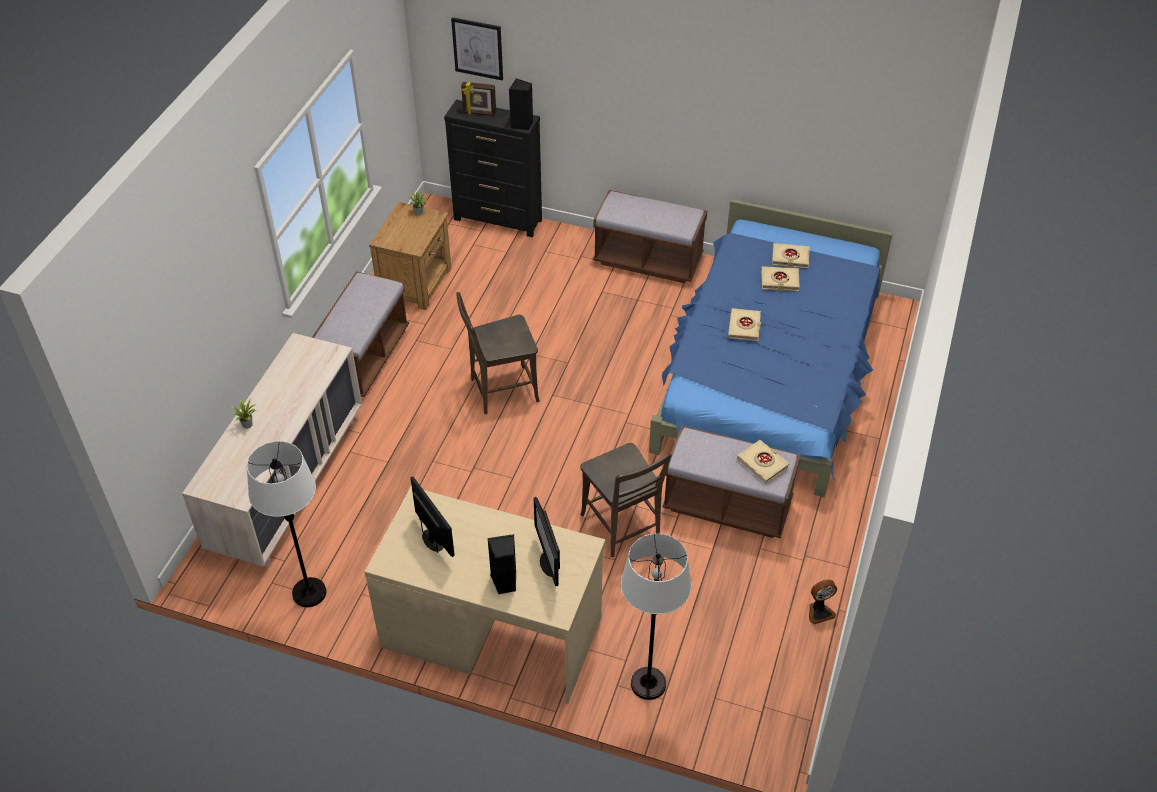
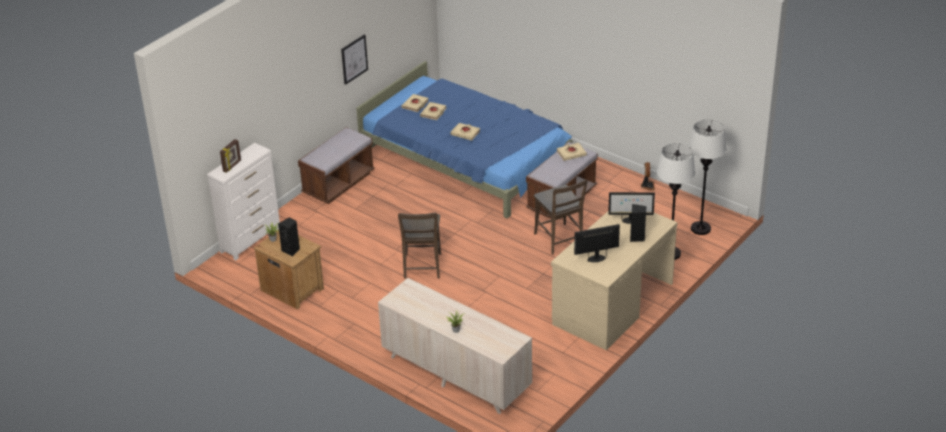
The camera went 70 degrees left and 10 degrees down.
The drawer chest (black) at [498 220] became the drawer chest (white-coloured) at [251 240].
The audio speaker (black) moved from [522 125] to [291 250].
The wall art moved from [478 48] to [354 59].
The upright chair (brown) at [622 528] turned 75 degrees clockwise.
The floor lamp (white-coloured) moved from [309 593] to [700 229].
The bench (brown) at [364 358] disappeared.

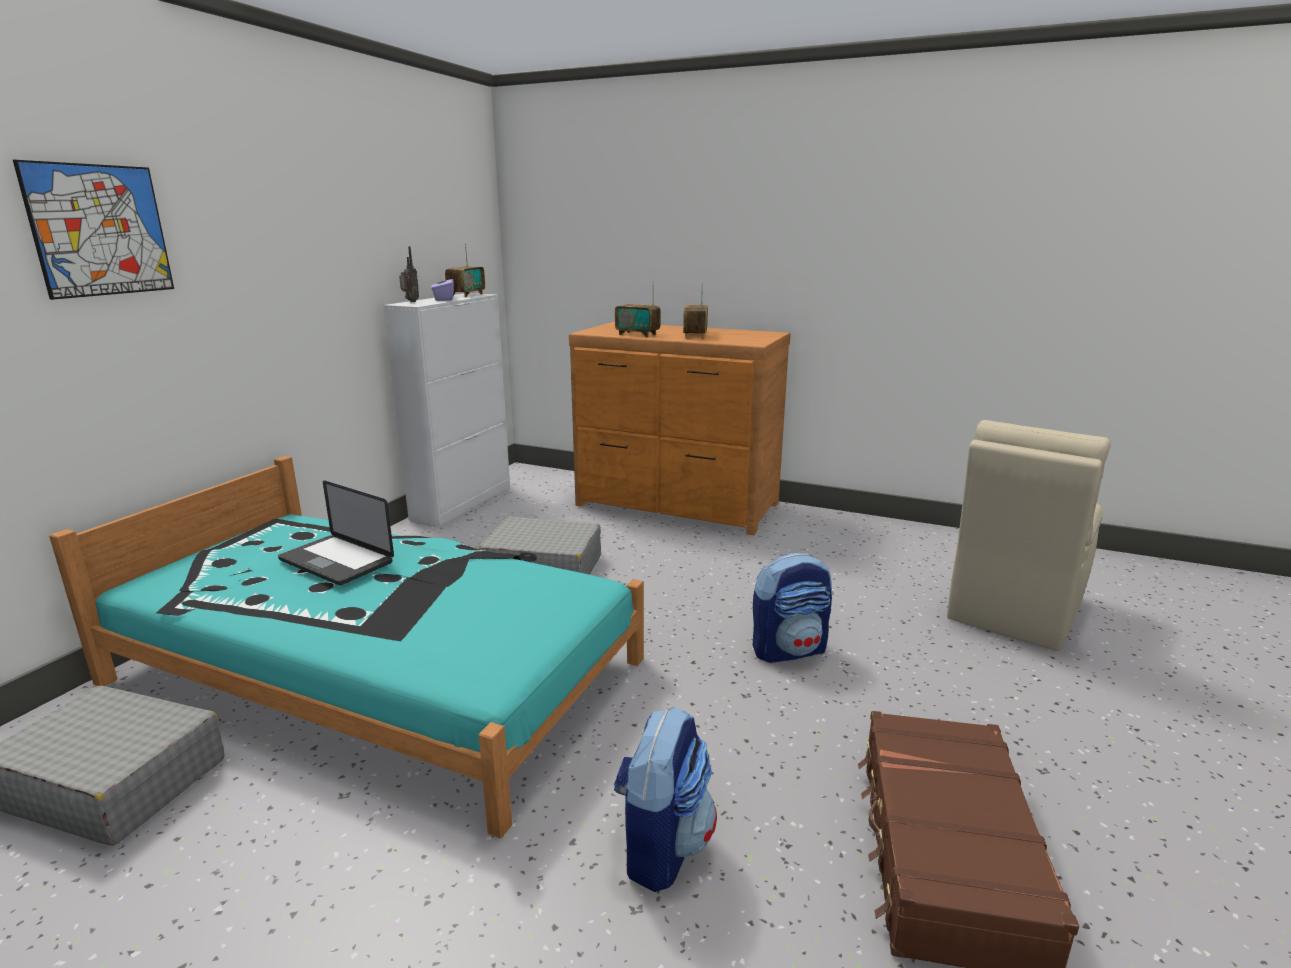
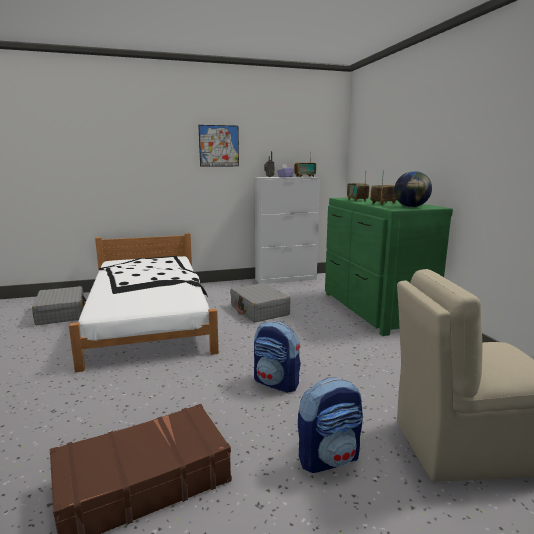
The camera went 50 degrees right and 5 degrees down.
The bed (turquoise-coloured) at [376 671] became the bed (white-coloured) at [149 317].
The wall art moved from [100 230] to [219 146].
The backpack moved from [661 846] to [329 458].
The drawer chest (brown) at [676 505] became the drawer chest (greenish) at [373 310].
The world globe at [411 207] appeared.
The laptop at [336 561] disappeared.

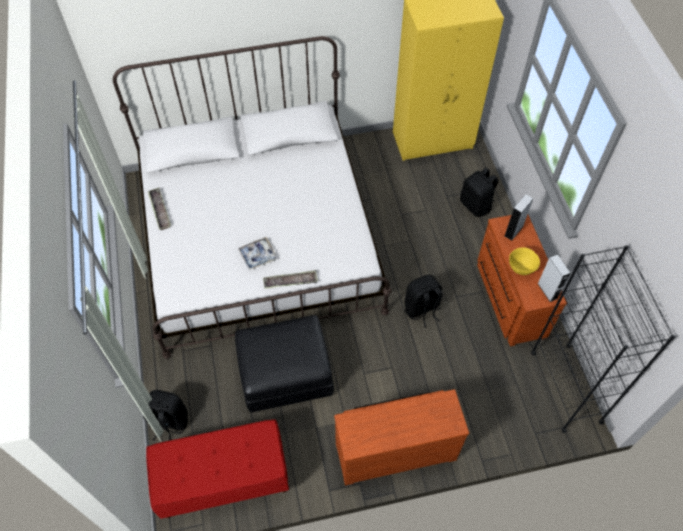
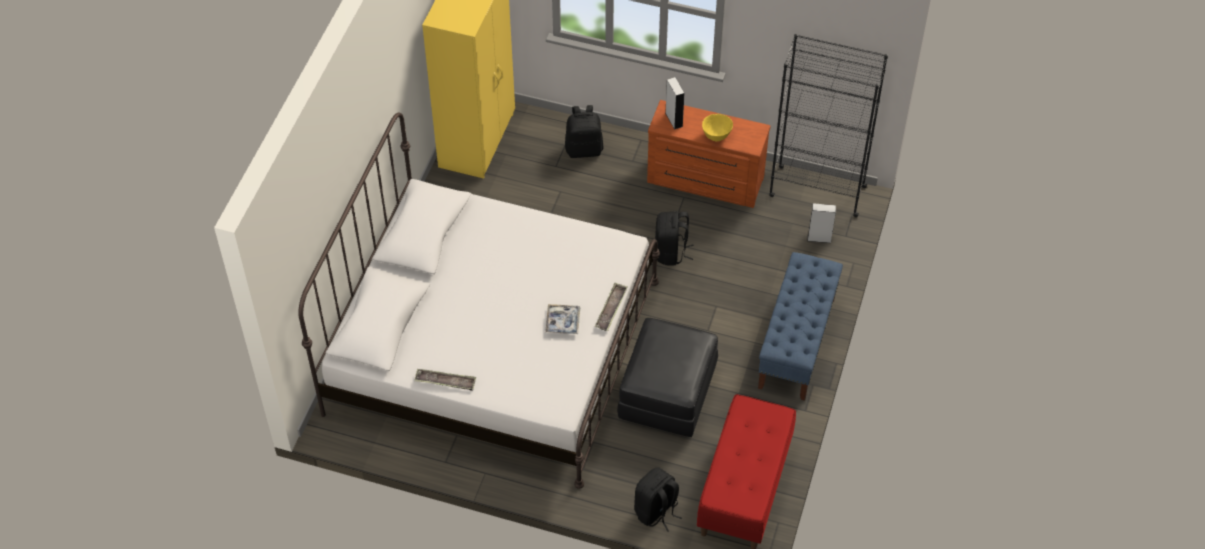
The camera went 60 degrees left and 5 degrees down.
The drawer chest (brown) at [394 449] was replaced by the bench (blue-coloured) at [796 343].
The audio speaker (gray) moved from [547 291] to [819 238].

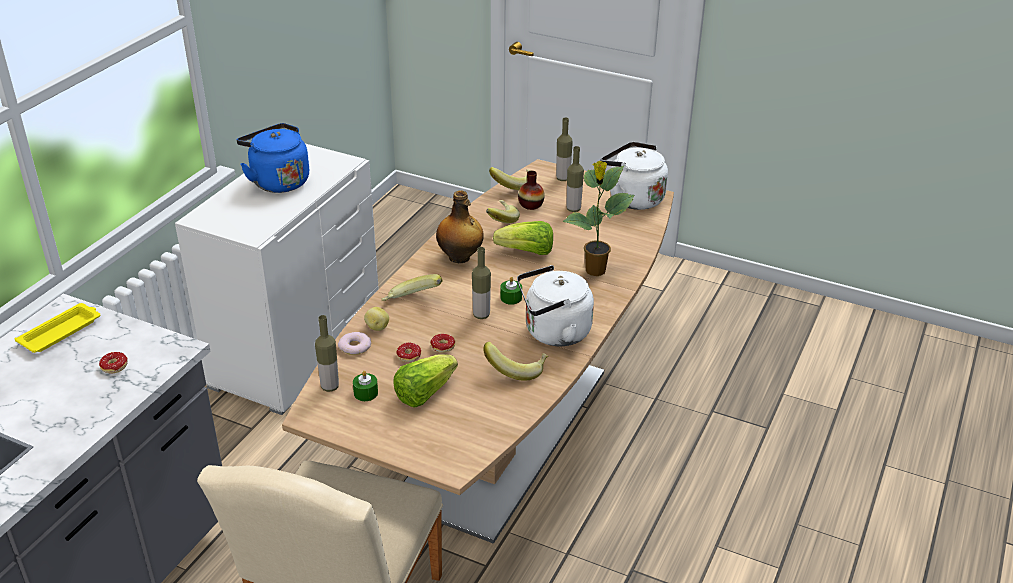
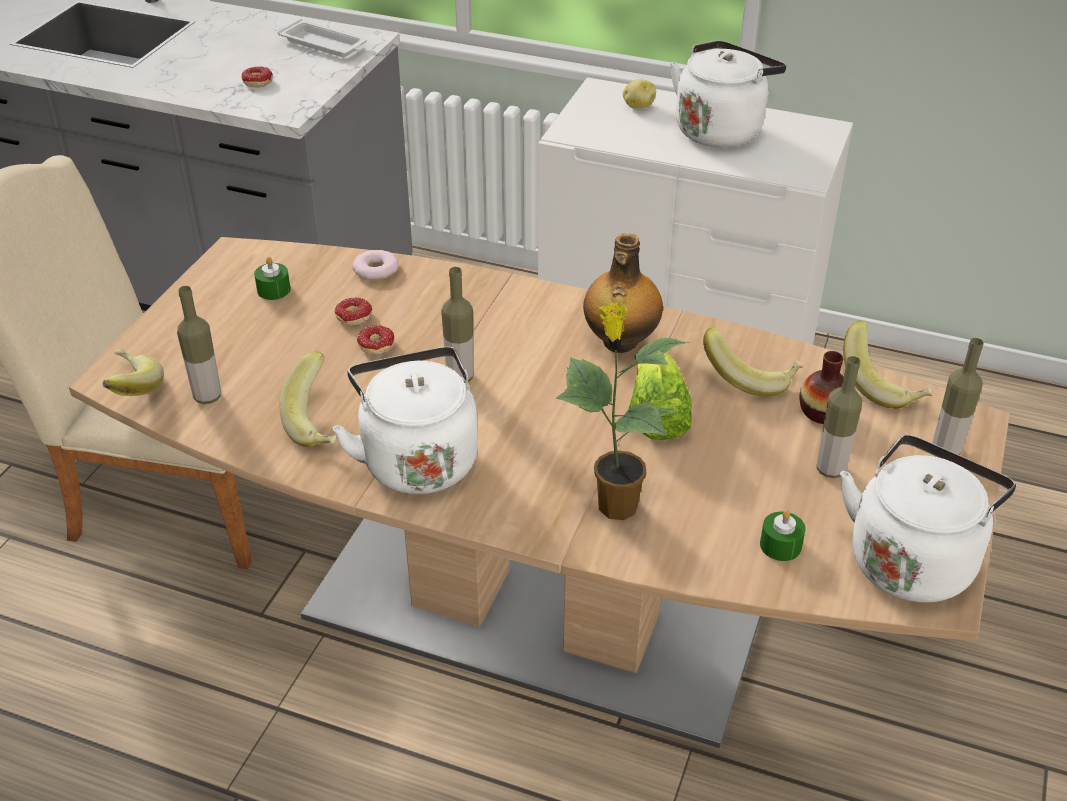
The camera went 85 degrees right and 5 degrees up.
The whole banana moved from [412 302] to [129 390].
The drink bottle moved from [330 387] to [207 397].
The serving tray (yellowish) at [61 332] became the serving tray (white-coloured) at [324 44].
The whole potato moved from [377 327] to [638 106].
The kettle (blue-coloured) at [278 181] became the kettle (white-coloured) at [720 129].
The wax candle (greenish) moved from [511 298] to [780 545].
The lettuce head at [424 393] disappeared.

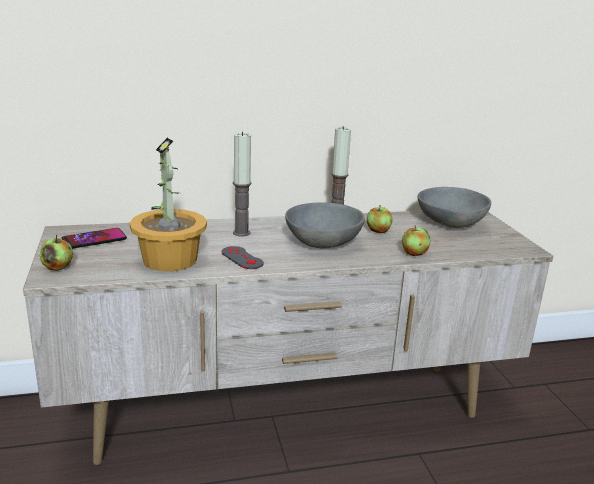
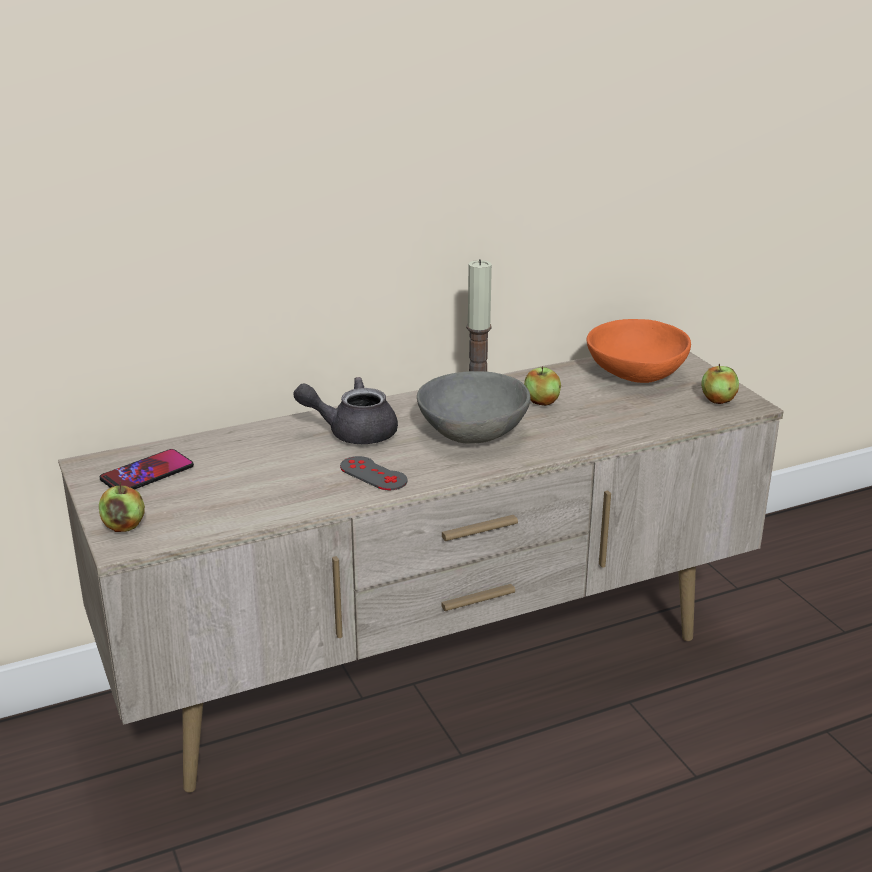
The camera went 10 degrees left and 5 degrees up.
The wax candle at [241 233] was replaced by the pot for tea (gray) at [353 432].
The deep dish (gray) at [449 222] became the deep dish (orange-coloured) at [634 373].
The whole apple moved from [414 253] to [718 400].
The potted plant at [171 260] disappeared.

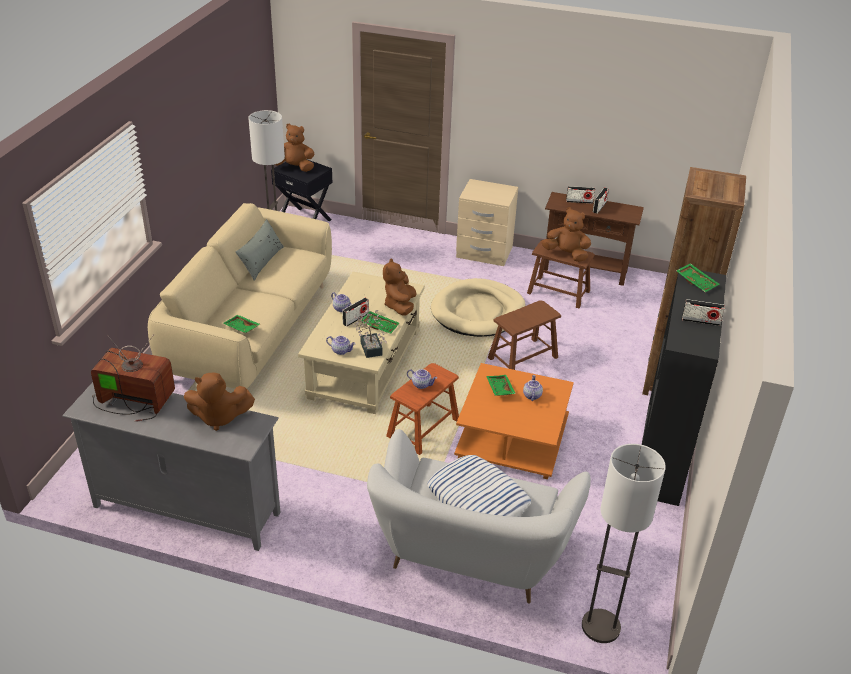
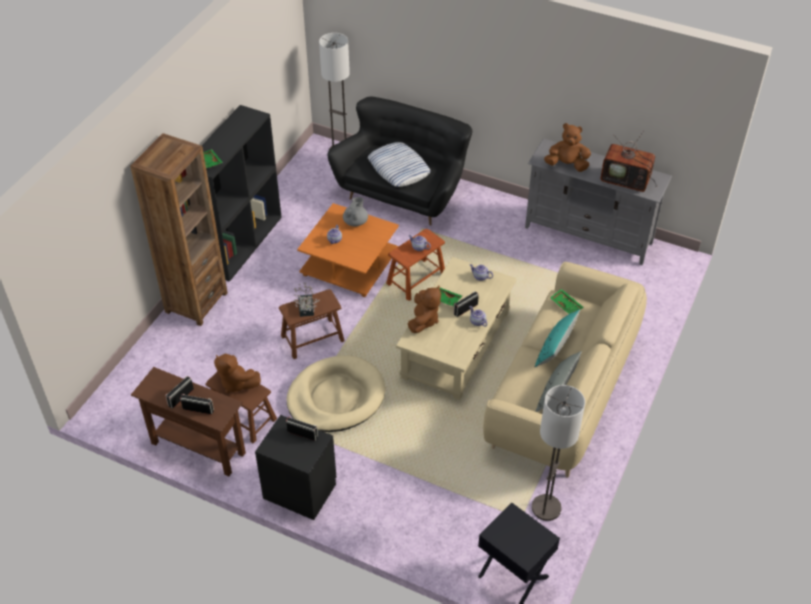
The camera went 170 degrees left and 10 degrees up.
The nightstand (beige) at [484 252] became the nightstand (black) at [300 490].
The radio set moved from [700 321] to [302 434].
The potted plant moved from [371 346] to [306 310].
The couch (white-coloured) at [470 555] became the couch (black) at [403 192].
The pot for tea (gray) at [355 222] appeared.
The throw pillow (turquoise-coloured) at [555 348] appeared.
The cuddly toy (brown) at [294 167] disappeared.
The serving tray (greenish) at [499 389] disappeared.

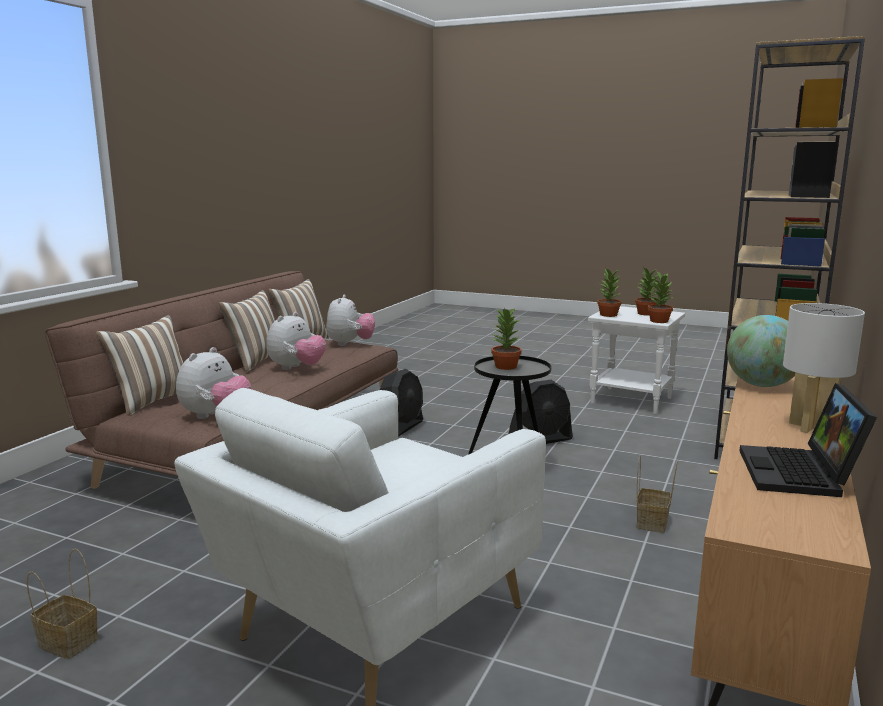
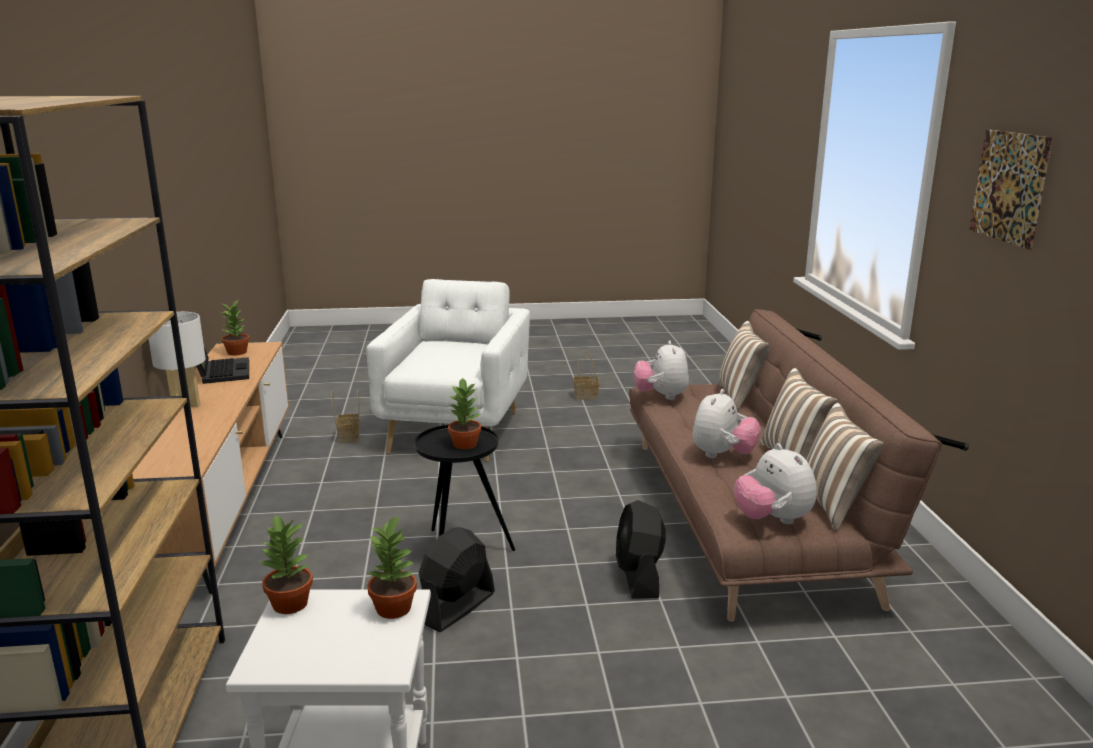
The camera went 150 degrees right and 5 degrees up.
The potted plant moved from [645 313] to [237 352].
The storage basket moved from [652 523] to [348 437].
The cuddly toy at [296 368] turned 150 degrees counterclockwise.
The wall art at [1009 187] appeared.
The world globe at [761 385] disappeared.

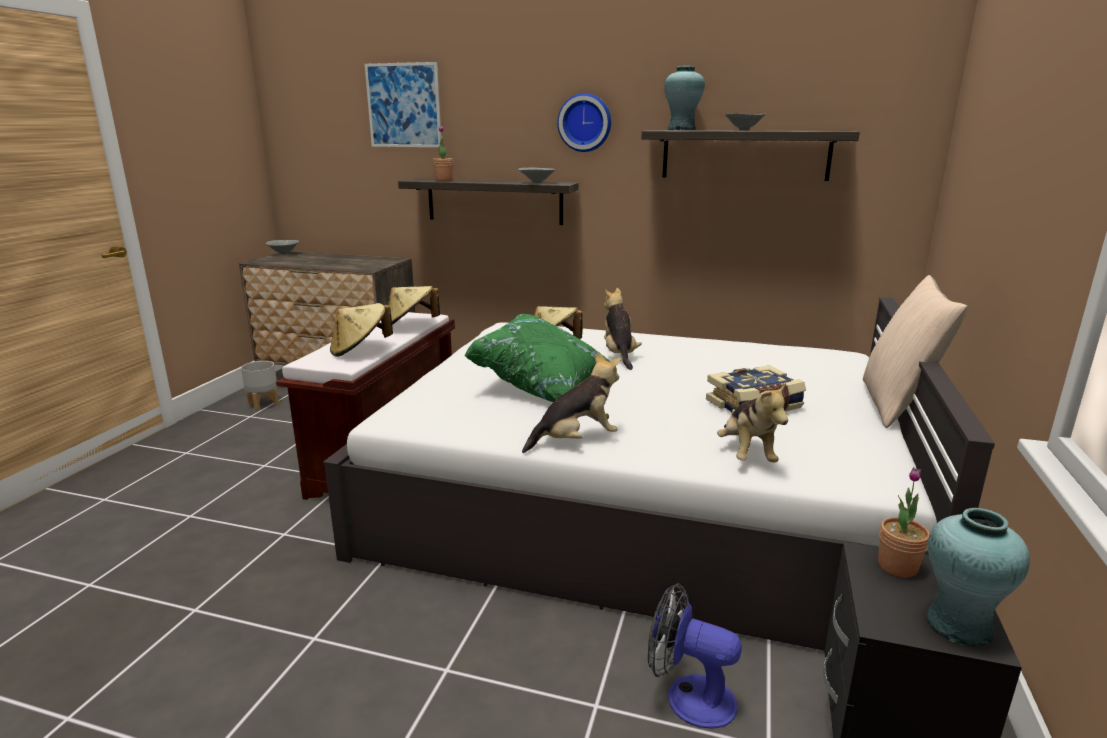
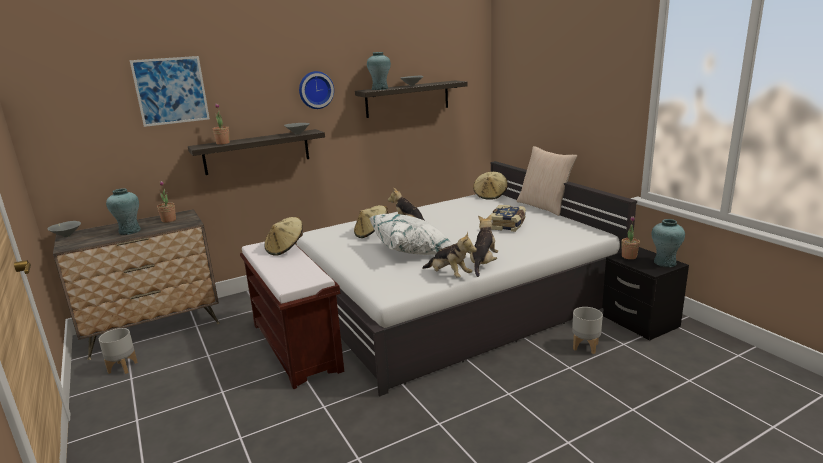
The camera went 45 degrees left and 0 degrees up.
The flower vase (turquoise-coloured) at [129 231] appeared.
The potted plant at [169 220] appeared.
The throw pillow (greenish) at [543 385] became the throw pillow (white-coloured) at [413 250].
The cuddly toy moved from [747 454] to [449 275].
The wearable hat (beige) moved from [360 350] to [490 195].
The electric fan at [688 696] was replaced by the planter (gray) at [586 346].

